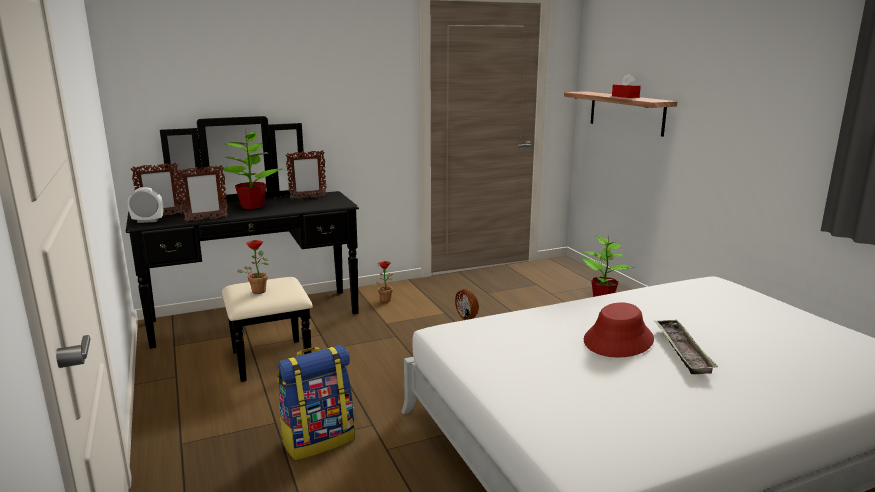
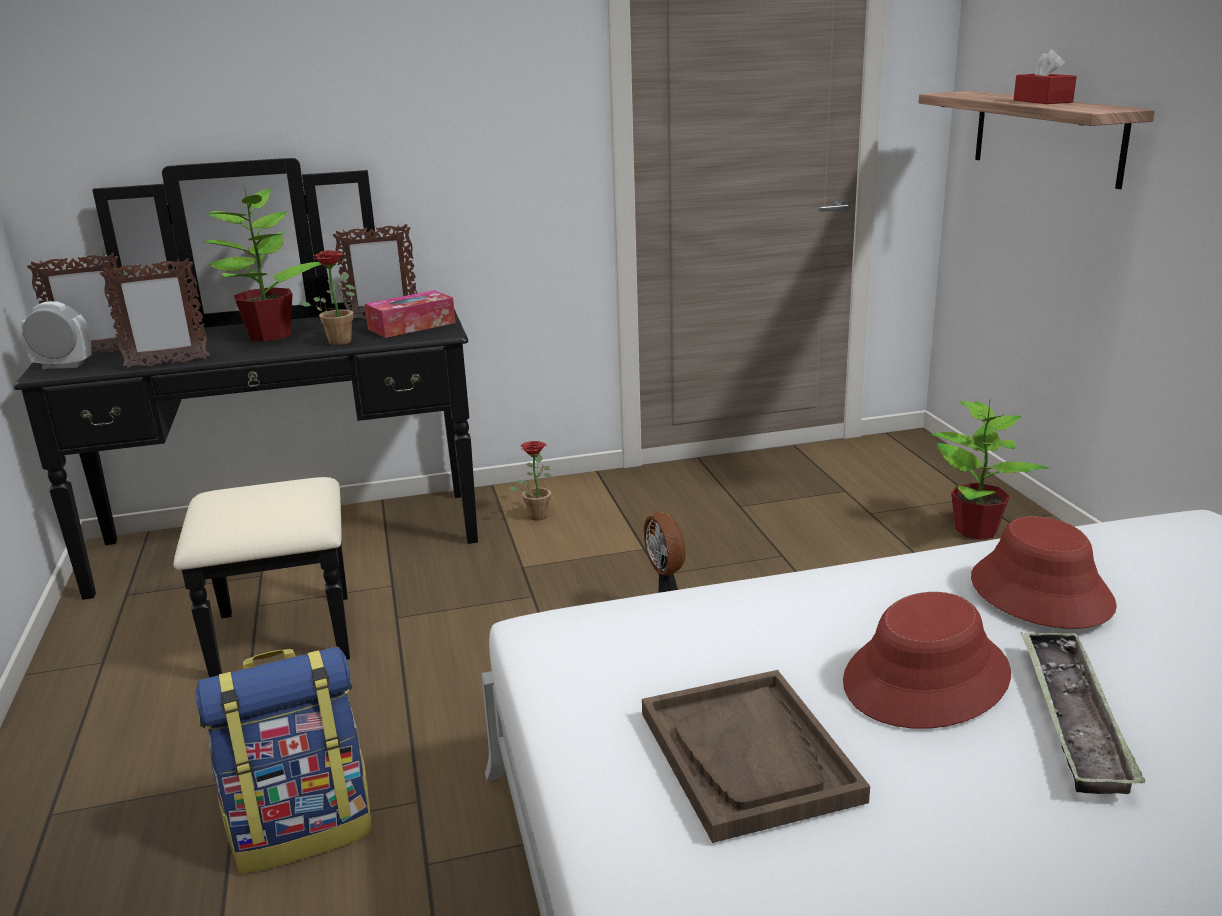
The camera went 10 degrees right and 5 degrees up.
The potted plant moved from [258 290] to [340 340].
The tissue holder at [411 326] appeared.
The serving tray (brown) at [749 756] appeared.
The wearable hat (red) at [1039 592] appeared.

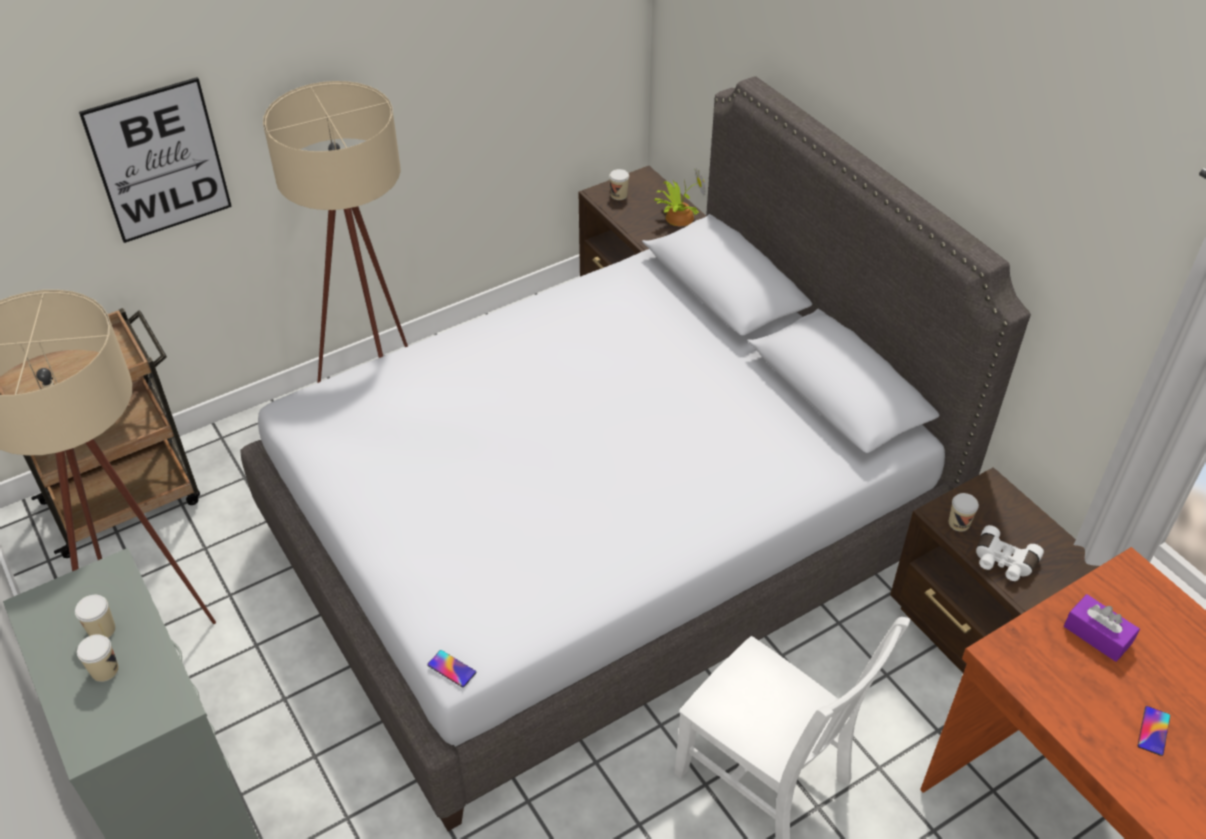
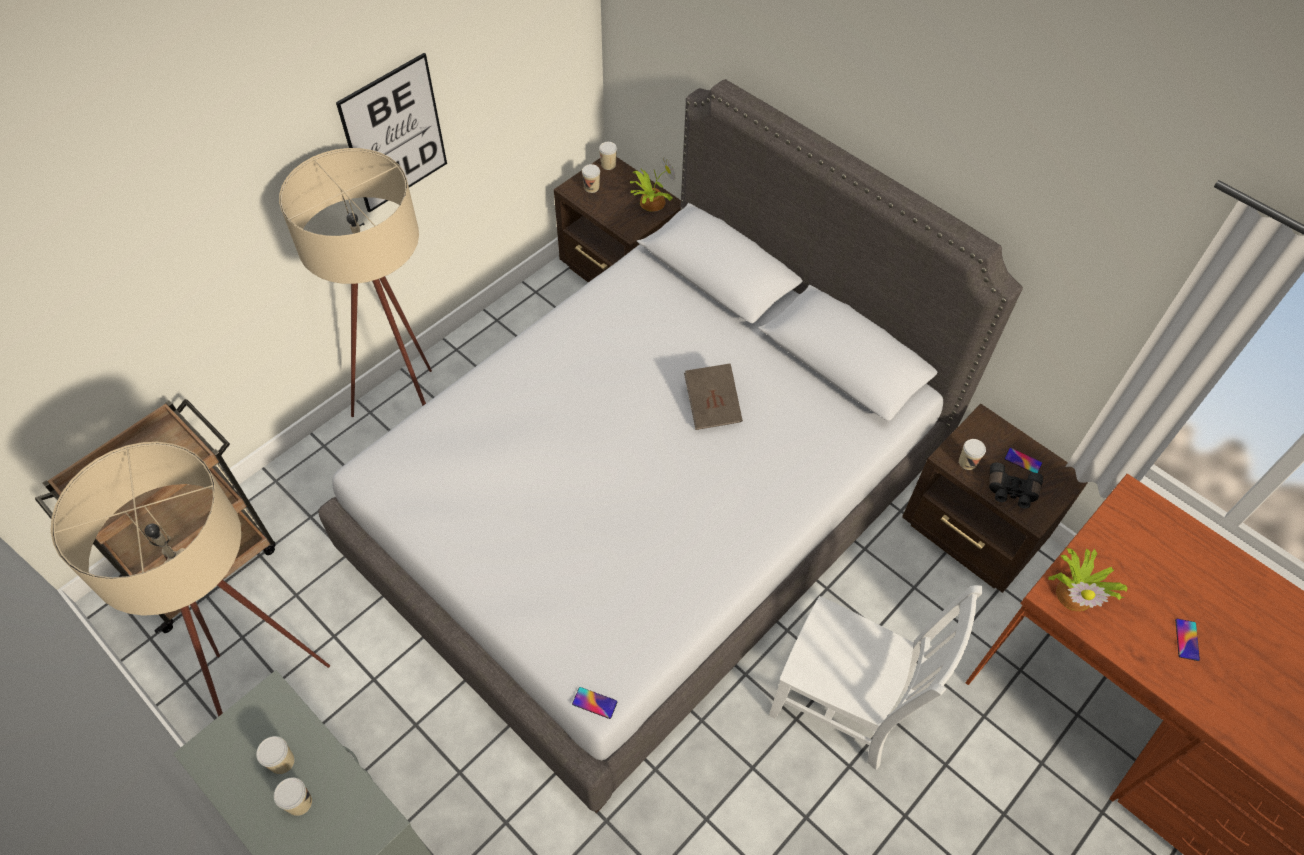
The camera went 15 degrees left and 10 degrees up.
The wall art moved from [159 161] to [394 134].
The drinking cup at [608 165] appeared.
The volume (brown) at [712 406] appeared.
The binoculars (white-coloured) at [1003 562] became the binoculars (black) at [1011 491].
The telephone at [1023 461] appeared.
The potted plant at [1076 593] appeared.
The tissue holder (purple) at [1097 635] disappeared.

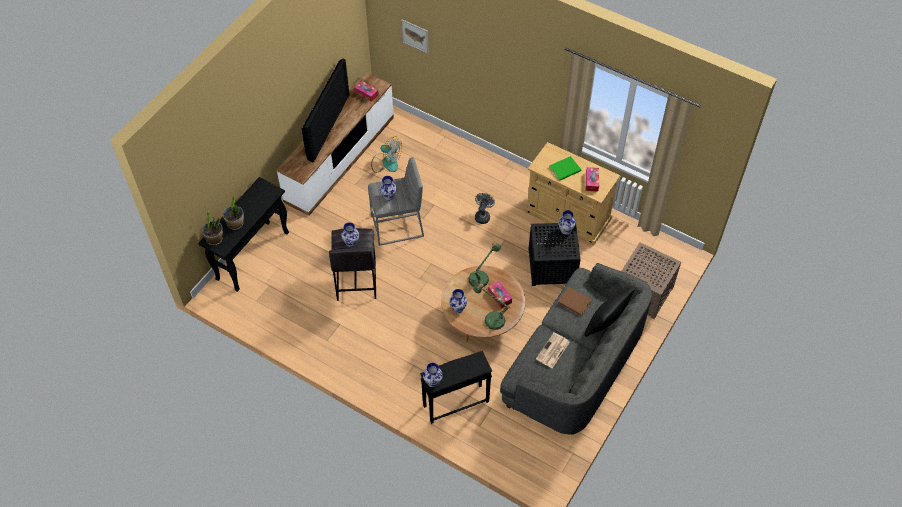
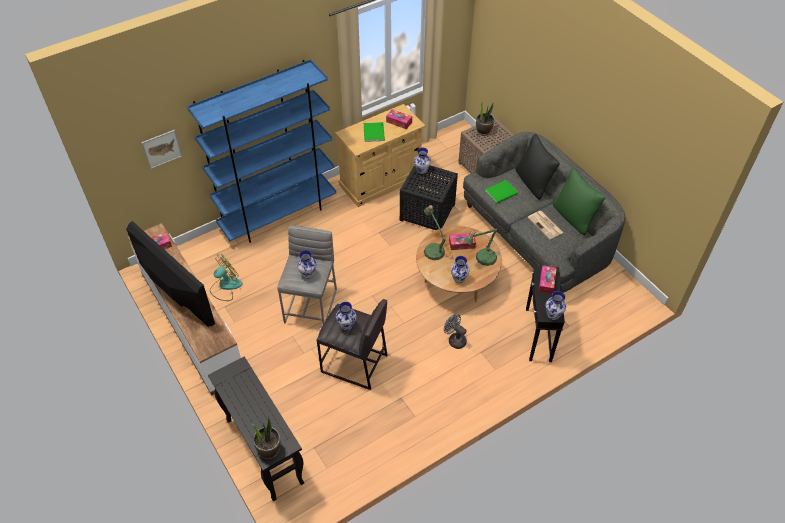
The camera went 65 degrees left and 5 degrees down.
The bookcase (blue-coloured) at [278 215] appeared.
The electric fan (gray) moved from [483 215] to [454 340].
The potted plant moved from [235 224] to [483 131].
The volume (brown) at [575 303] became the volume (greenish) at [502 192].
The tissue holder at [546 282] appeared.
The throw pillow (greenish) at [573 217] appeared.

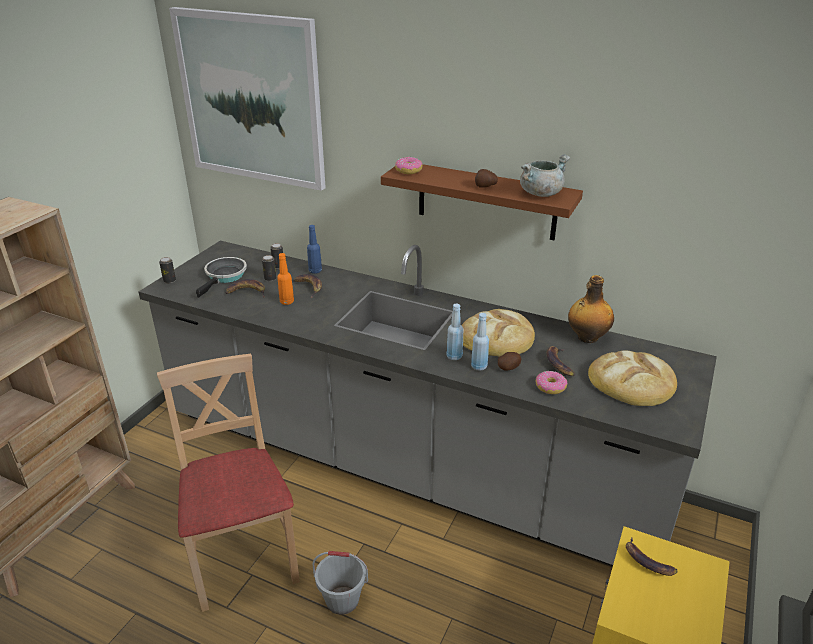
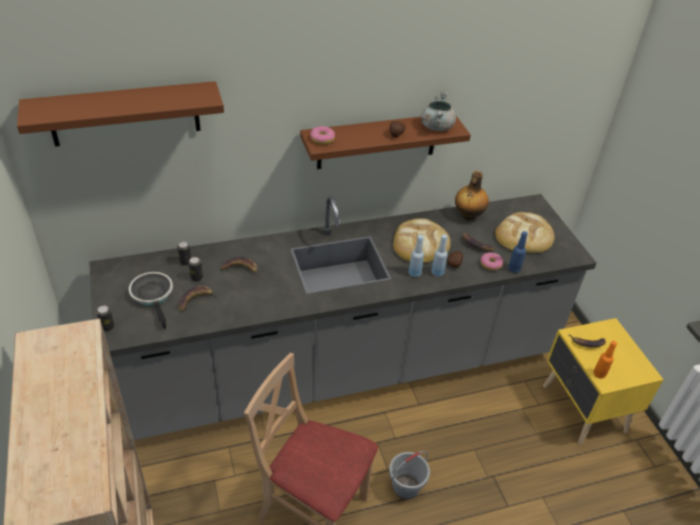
The camera went 45 degrees left and 10 degrees up.
The wall art at [251 99] was replaced by the bracket shelf (brown) at [125 114].
The drink bottle (blue-coloured) moved from [315 271] to [514 269].
The drink bottle (orange-coloured) moved from [286 302] to [599 374].

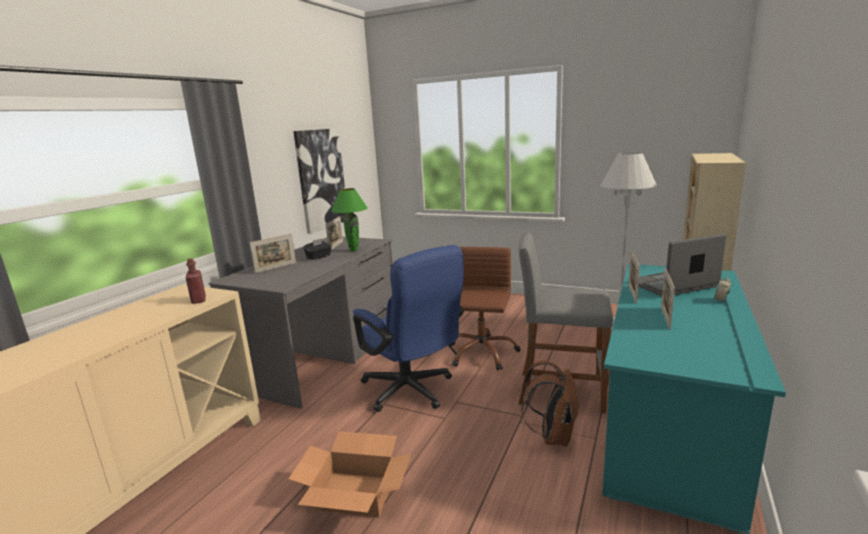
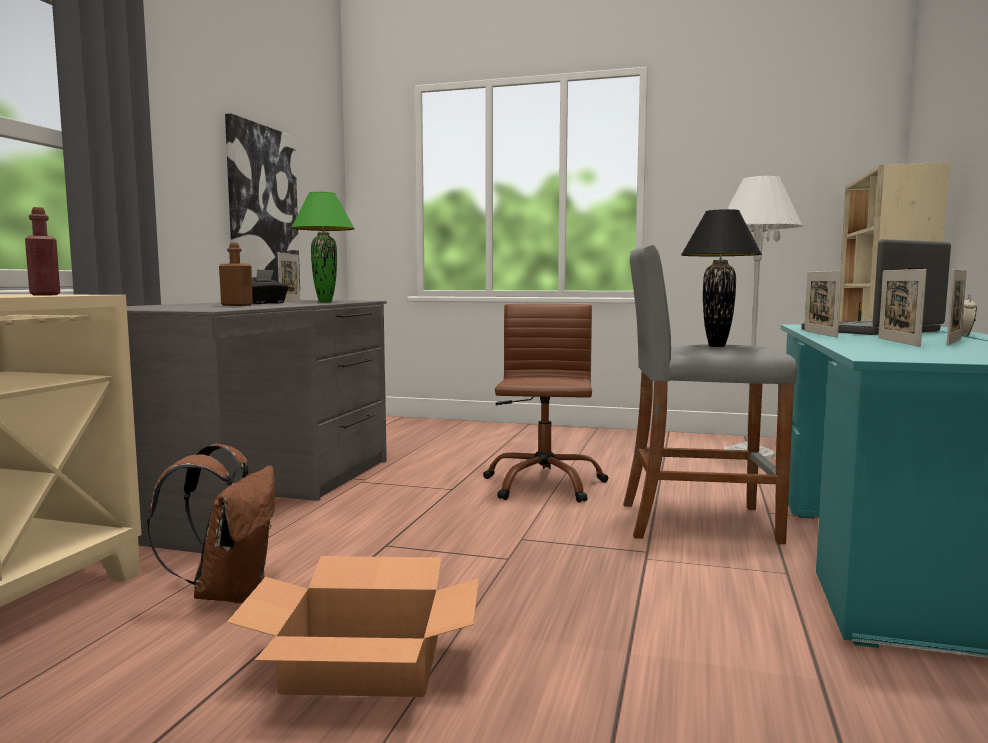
The camera went 10 degrees left and 10 degrees down.
The backpack (brown) moved from [553 436] to [228 591].
The drink bottle (brown) at [237 305] appeared.
The lamp for a table (black) at [717 346] appeared.
The picture frame moved from [276 268] to [954 342].
The desk chair (blue-coloured) at [412 392] disappeared.

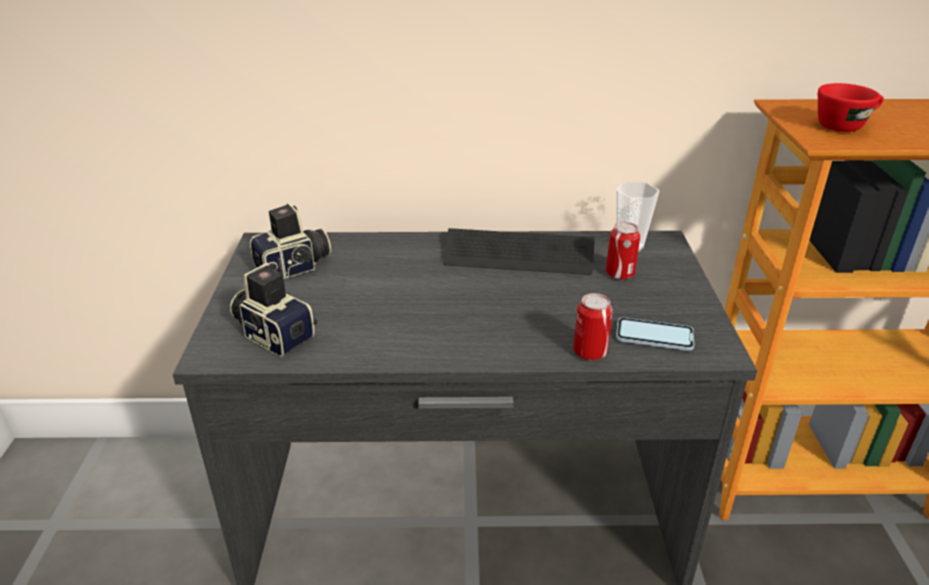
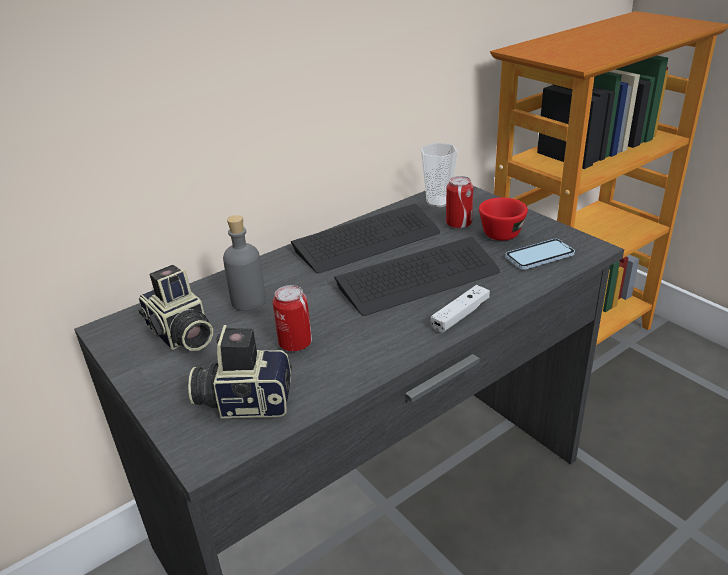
The camera went 35 degrees left and 0 degrees up.
The still camera at [294 268] turned 120 degrees clockwise.
The drink bottle (gray) at [248 301] appeared.
The can moved from [590 352] to [295 343].
The PC keyboard at [418 278] appeared.
The game controller (white-coloured) at [460 315] appeared.
The drinking cup (red) moved from [845 125] to [503 231].

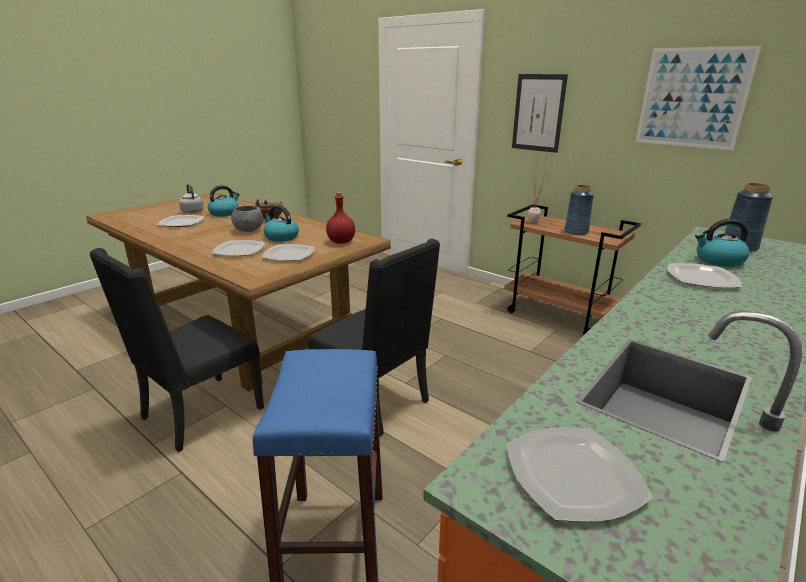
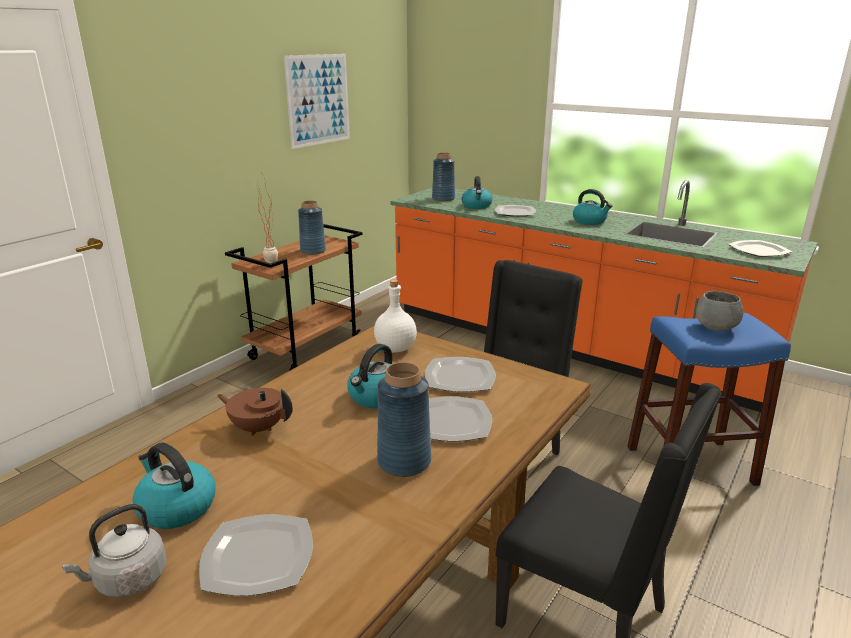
The camera went 95 degrees left and 0 degrees up.
The drink bottle (red) at [341 242] became the drink bottle (white-coloured) at [394 348].
The flower vase (blue-coloured) at [403 462] appeared.
The kettle at [590 221] appeared.
The deep dish (gray) moved from [248 230] to [716 327].
The wall art at [538 113] disappeared.

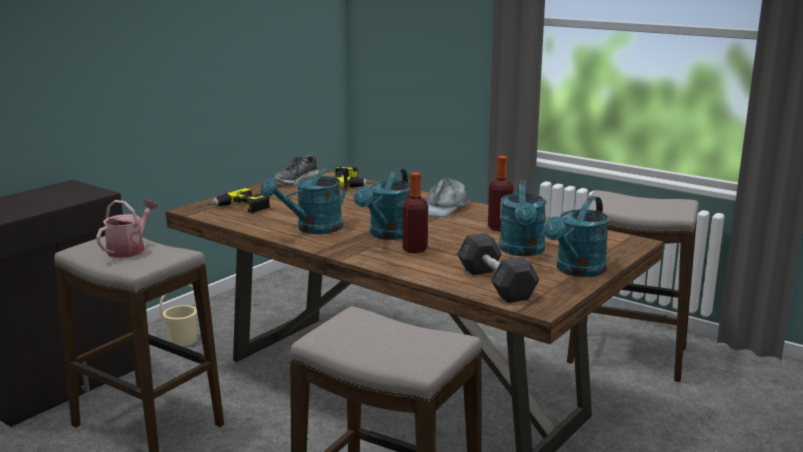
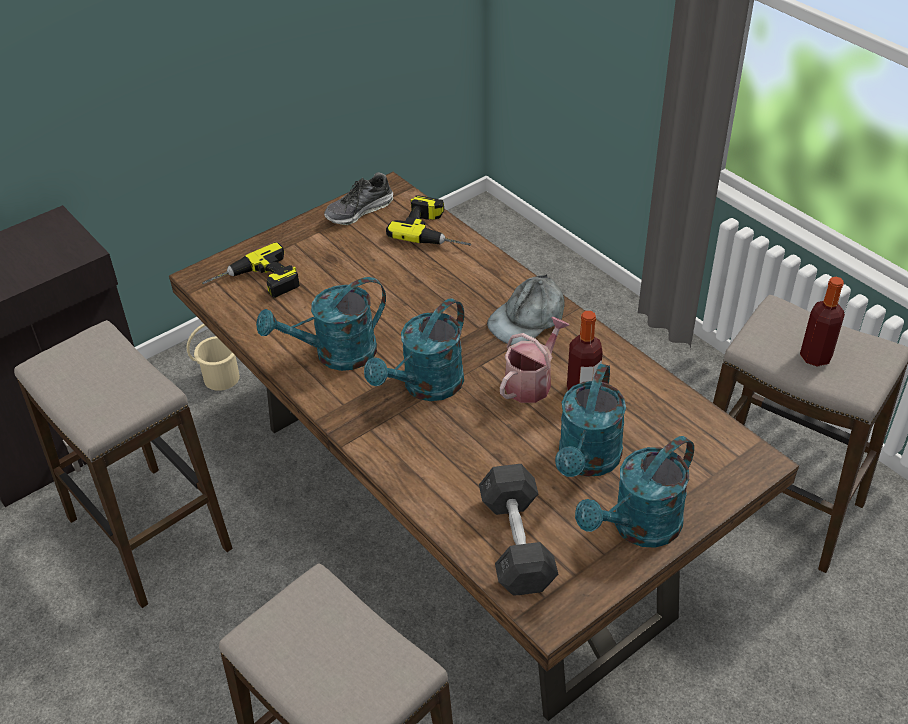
The camera went 15 degrees right and 25 degrees up.
The watering pot moved from [129 249] to [532 382].
The drink bottle moved from [415 249] to [815 357].

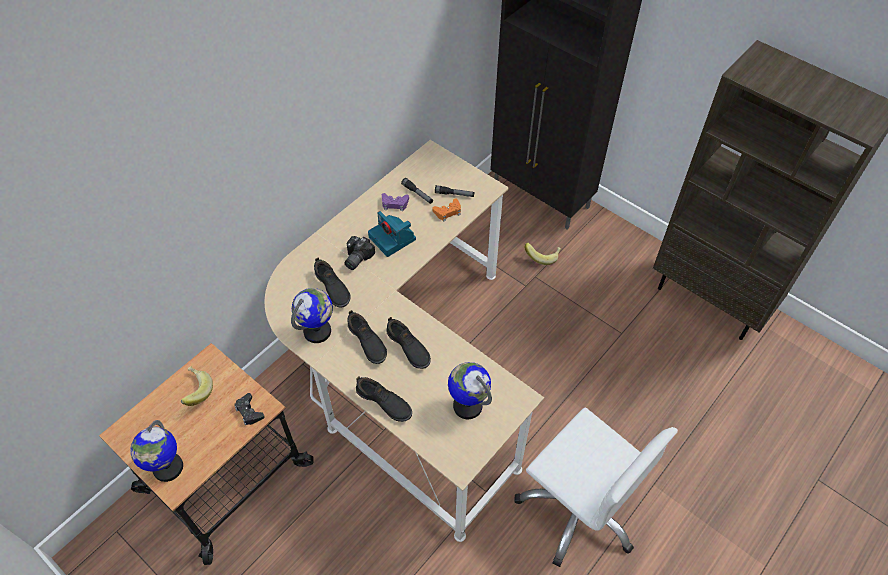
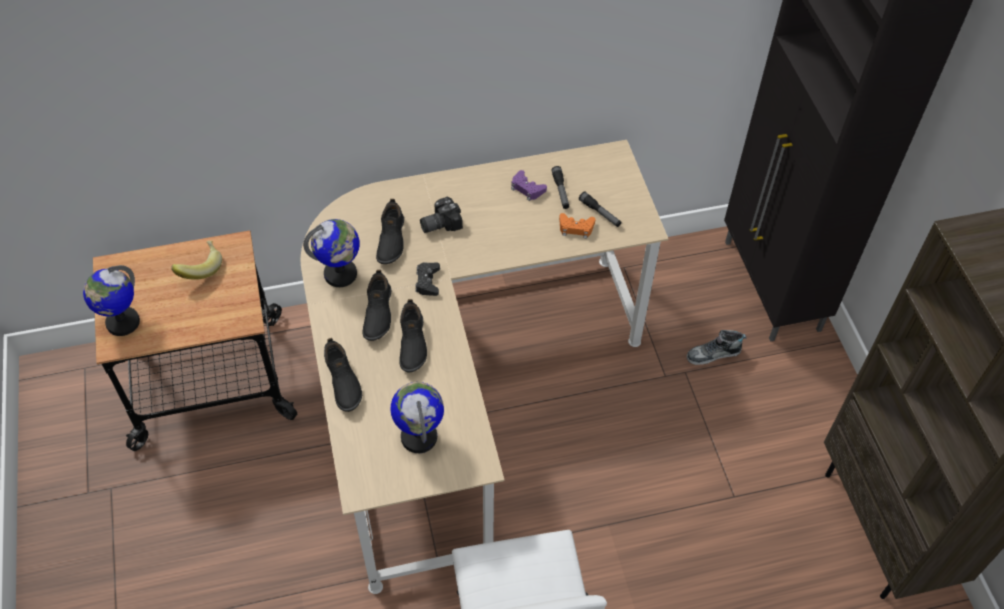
The camera went 35 degrees right and 0 degrees up.
The game controller (black) moved from [249 412] to [427 282].
The whole banana at [542 256] was replaced by the shoe at [713 354].
The still camera at [393 239] disappeared.

